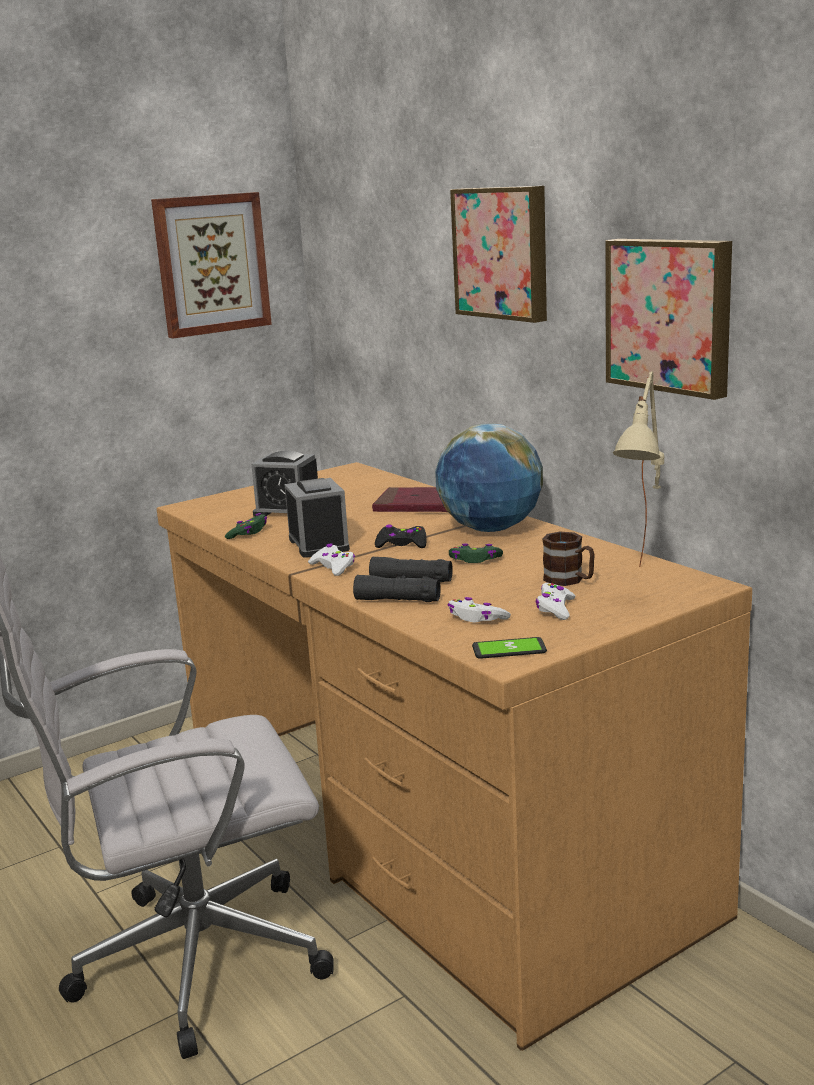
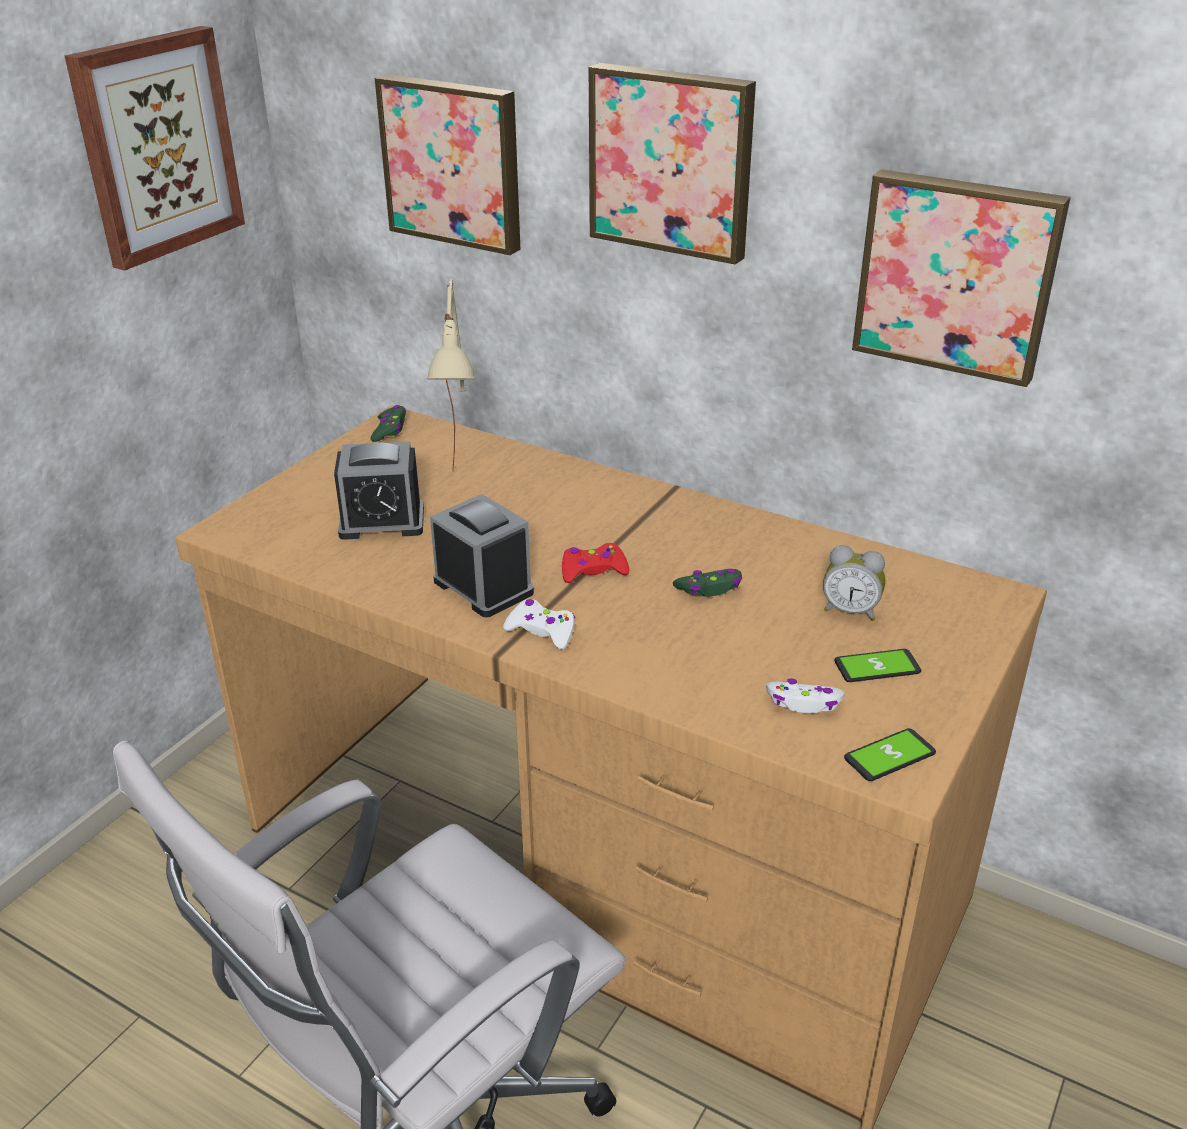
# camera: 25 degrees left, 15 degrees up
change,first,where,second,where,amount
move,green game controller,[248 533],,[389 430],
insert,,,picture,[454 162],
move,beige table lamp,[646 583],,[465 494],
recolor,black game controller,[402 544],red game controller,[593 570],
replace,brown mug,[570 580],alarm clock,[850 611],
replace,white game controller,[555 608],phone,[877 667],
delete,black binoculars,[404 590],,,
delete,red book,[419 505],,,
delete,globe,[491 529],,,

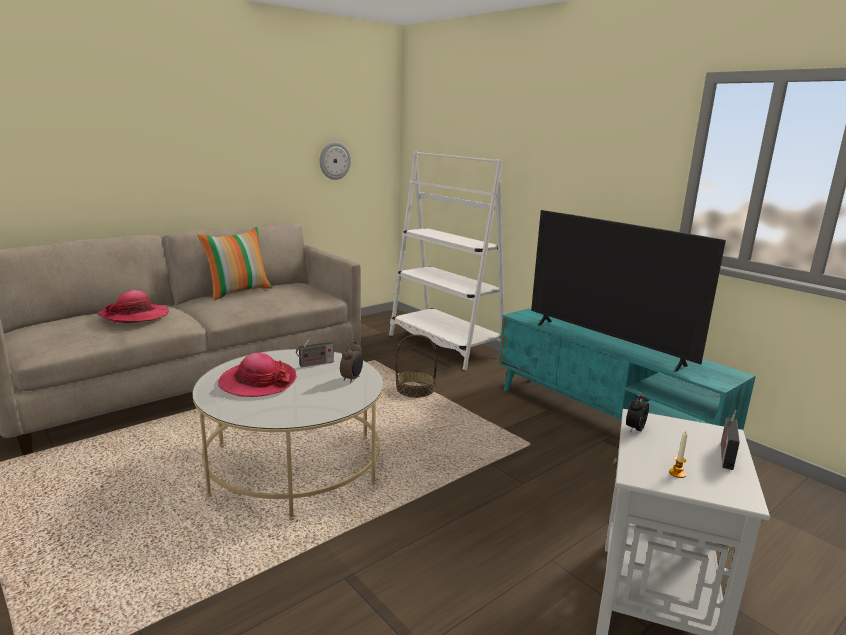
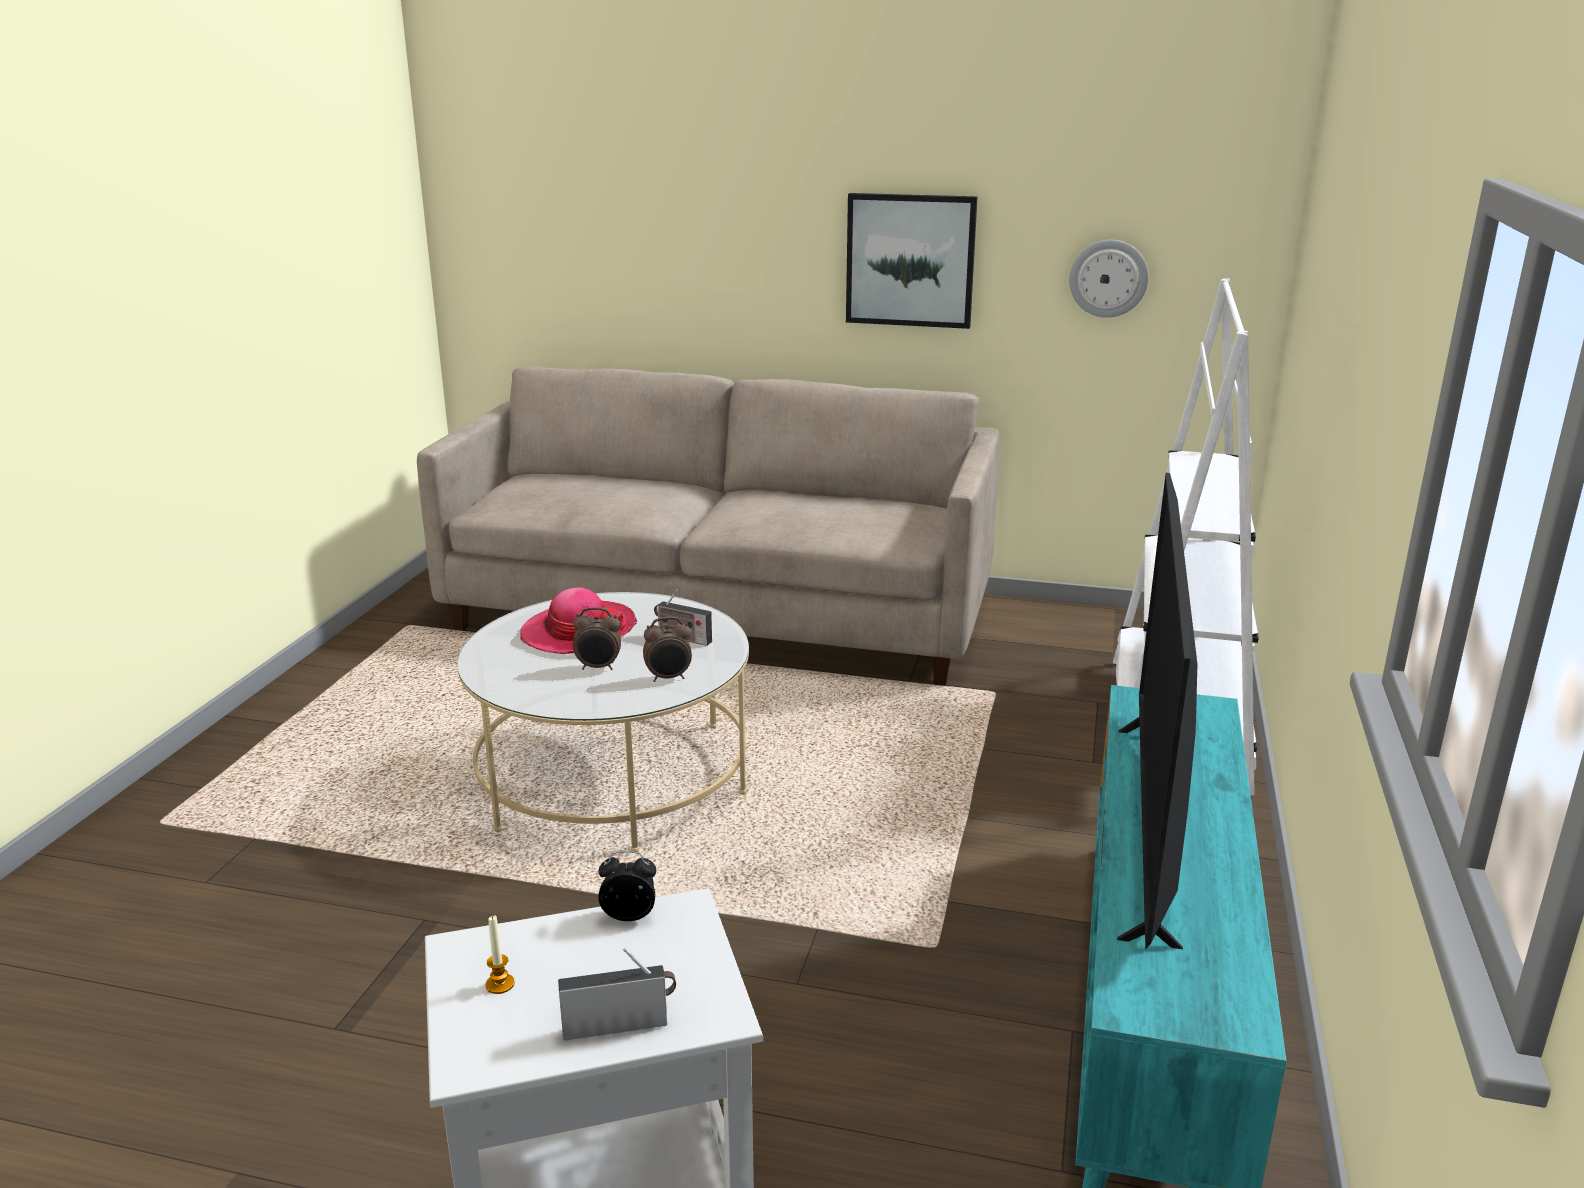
# camera: 55 degrees right, 5 degrees up
change,first,where,second,where,amount
insert,,,alarm clock,[598 667],
insert,,,picture,[910 260],
delete,hat,[135 315],,,
delete,pillow,[238 291],,,
delete,basket,[415 390],,,

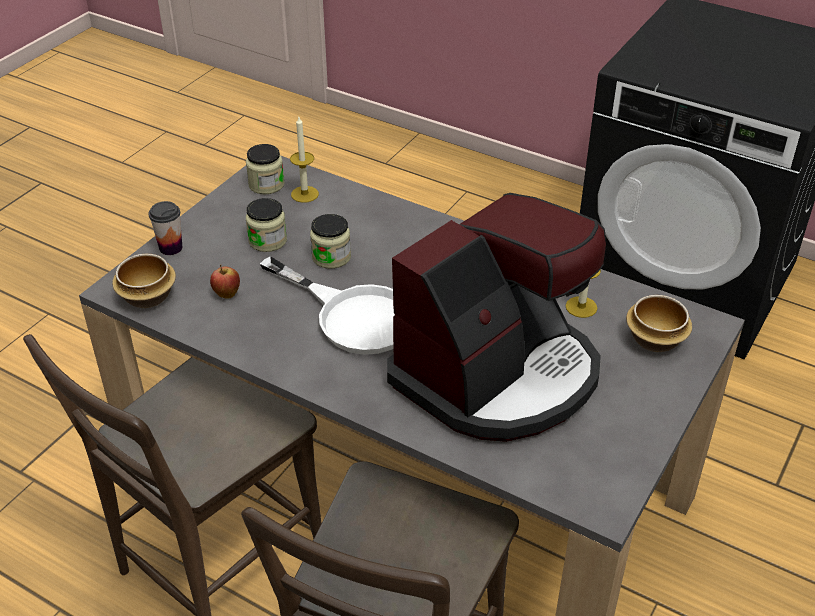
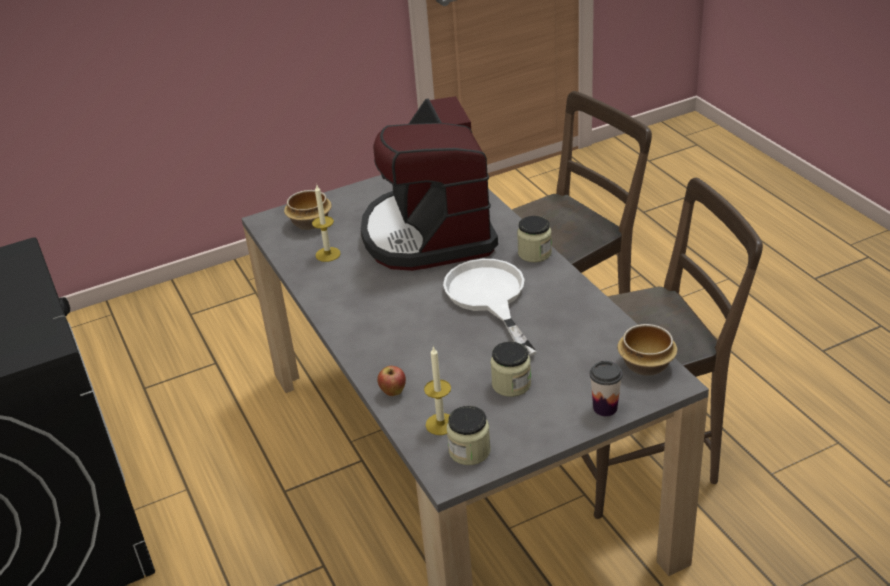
# camera: 145 degrees left, 5 degrees down
change,first,where,second,where,amount
rotate,coffee machine,[498 375],,[428 233],90 degrees counterclockwise
move,apple,[227 294],,[393 392],
move,jar,[331 257],,[534 253],

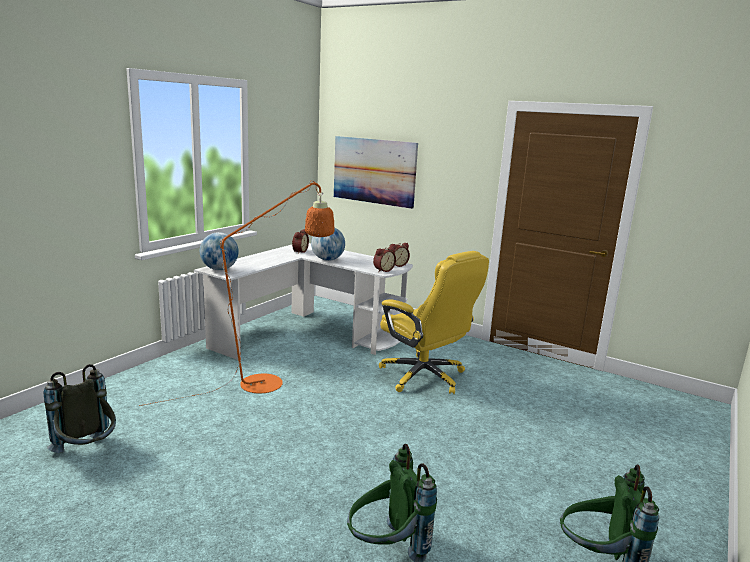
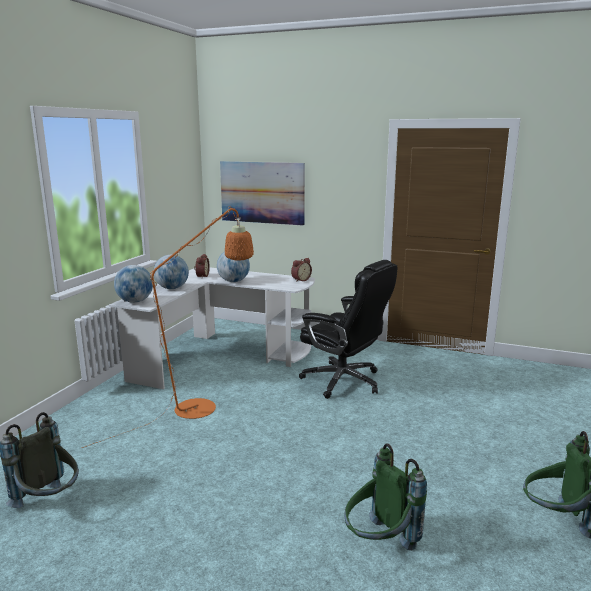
# camera: 10 degrees left, 0 degrees up
change,first,where,second,where,amount
insert,,,globe,[172 288],
recolor,yellow office chair,[424 377],black office chair,[344 381],
delete,alarm clock,[383 270],,,

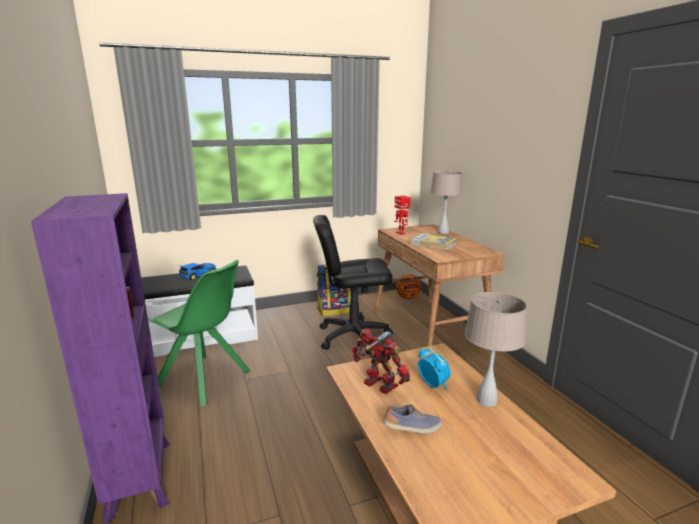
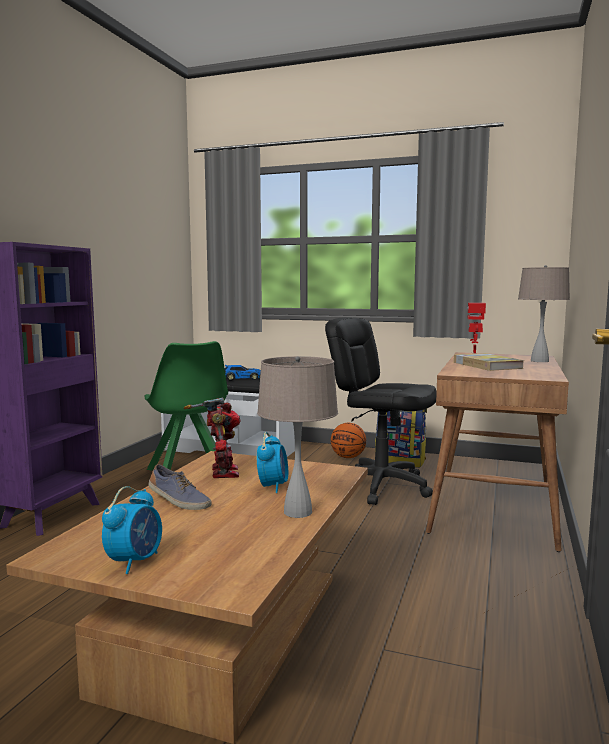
# camera: 40 degrees right, 10 degrees down
change,first,where,second,where,amount
insert,,,alarm clock,[135 561],
move,basketball,[408 298],,[348 457],

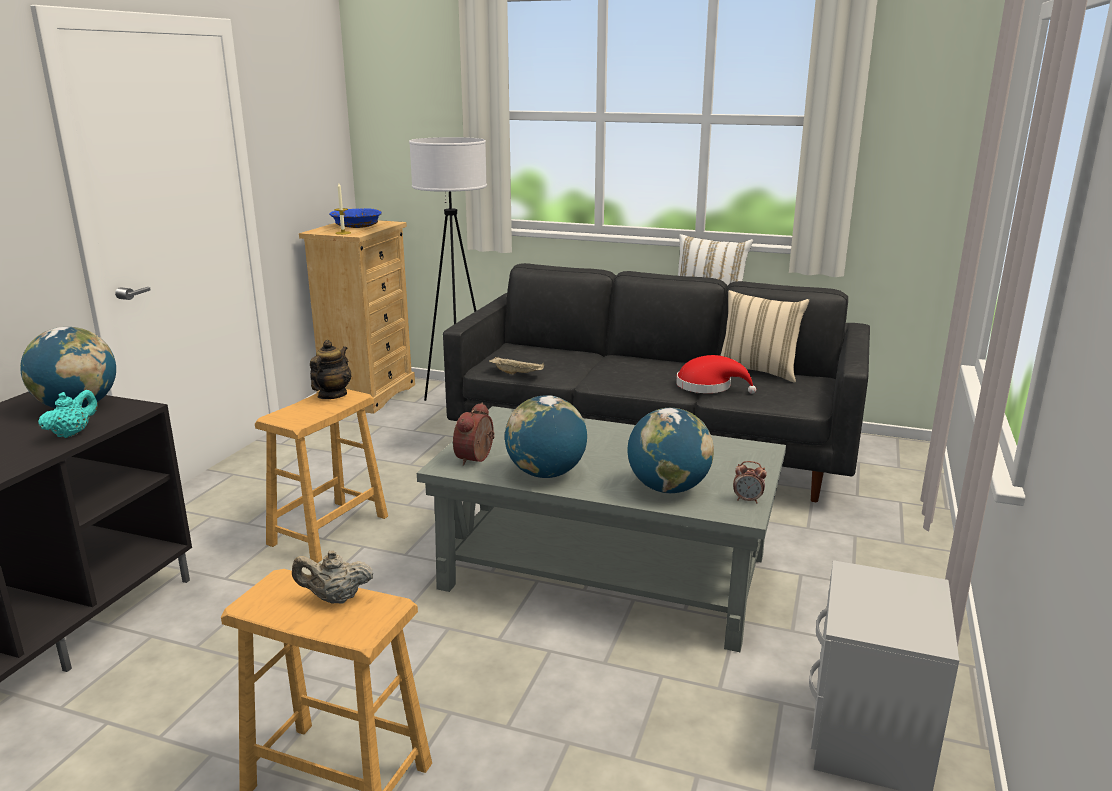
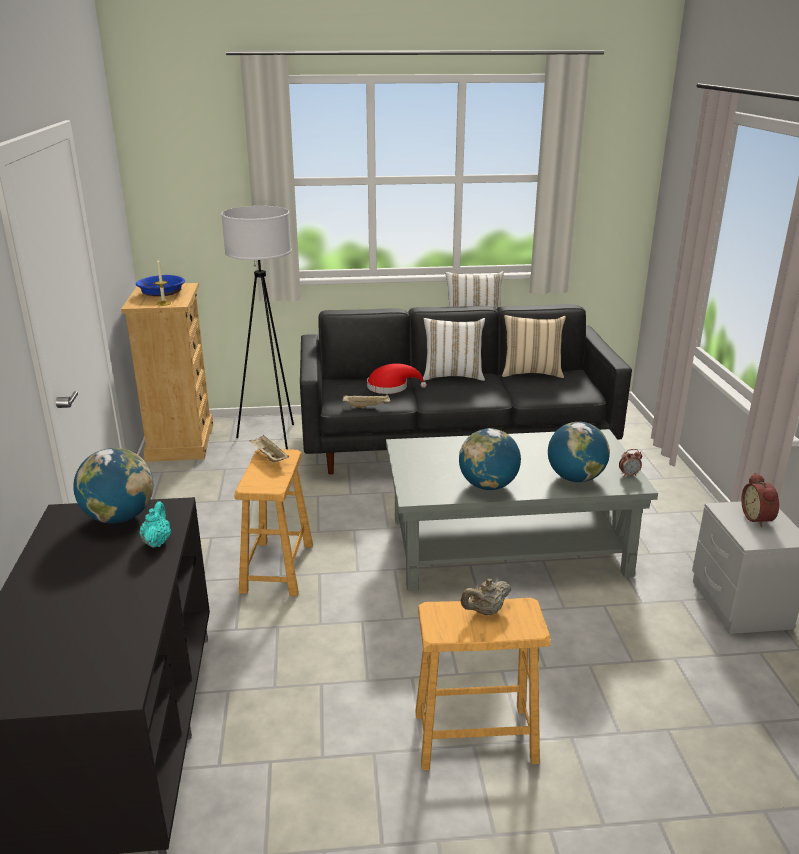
# camera: 25 degrees left, 5 degrees up
change,first,where,second,where,amount
replace,teapot,[332 395],beige tray,[269 457],
move,red hat,[708 386],,[391 387],
insert,,,white pillow,[453 376],
move,alarm clock,[477 458],,[758 518],

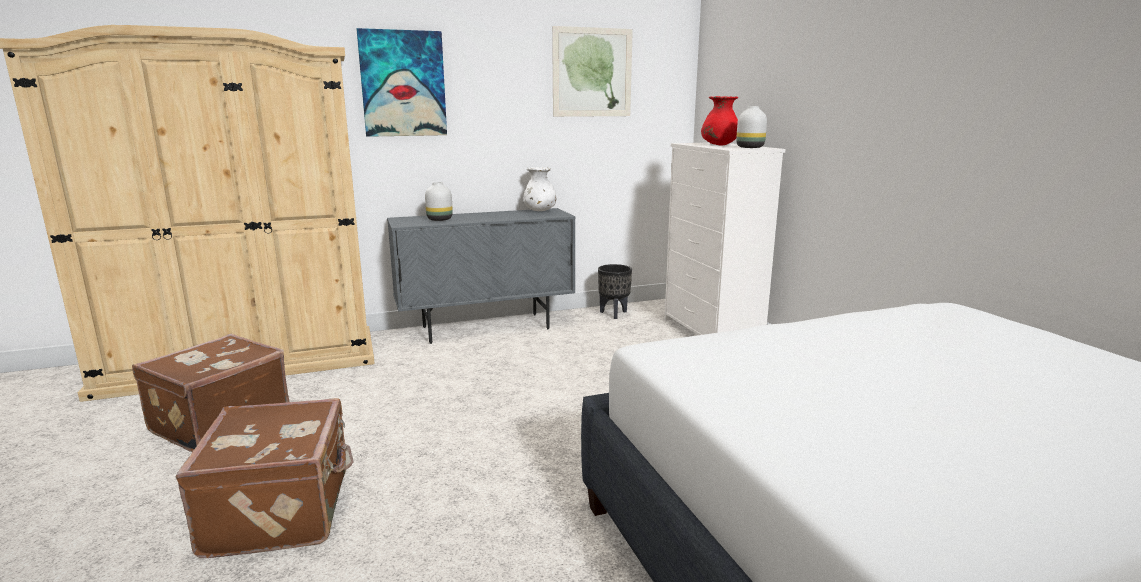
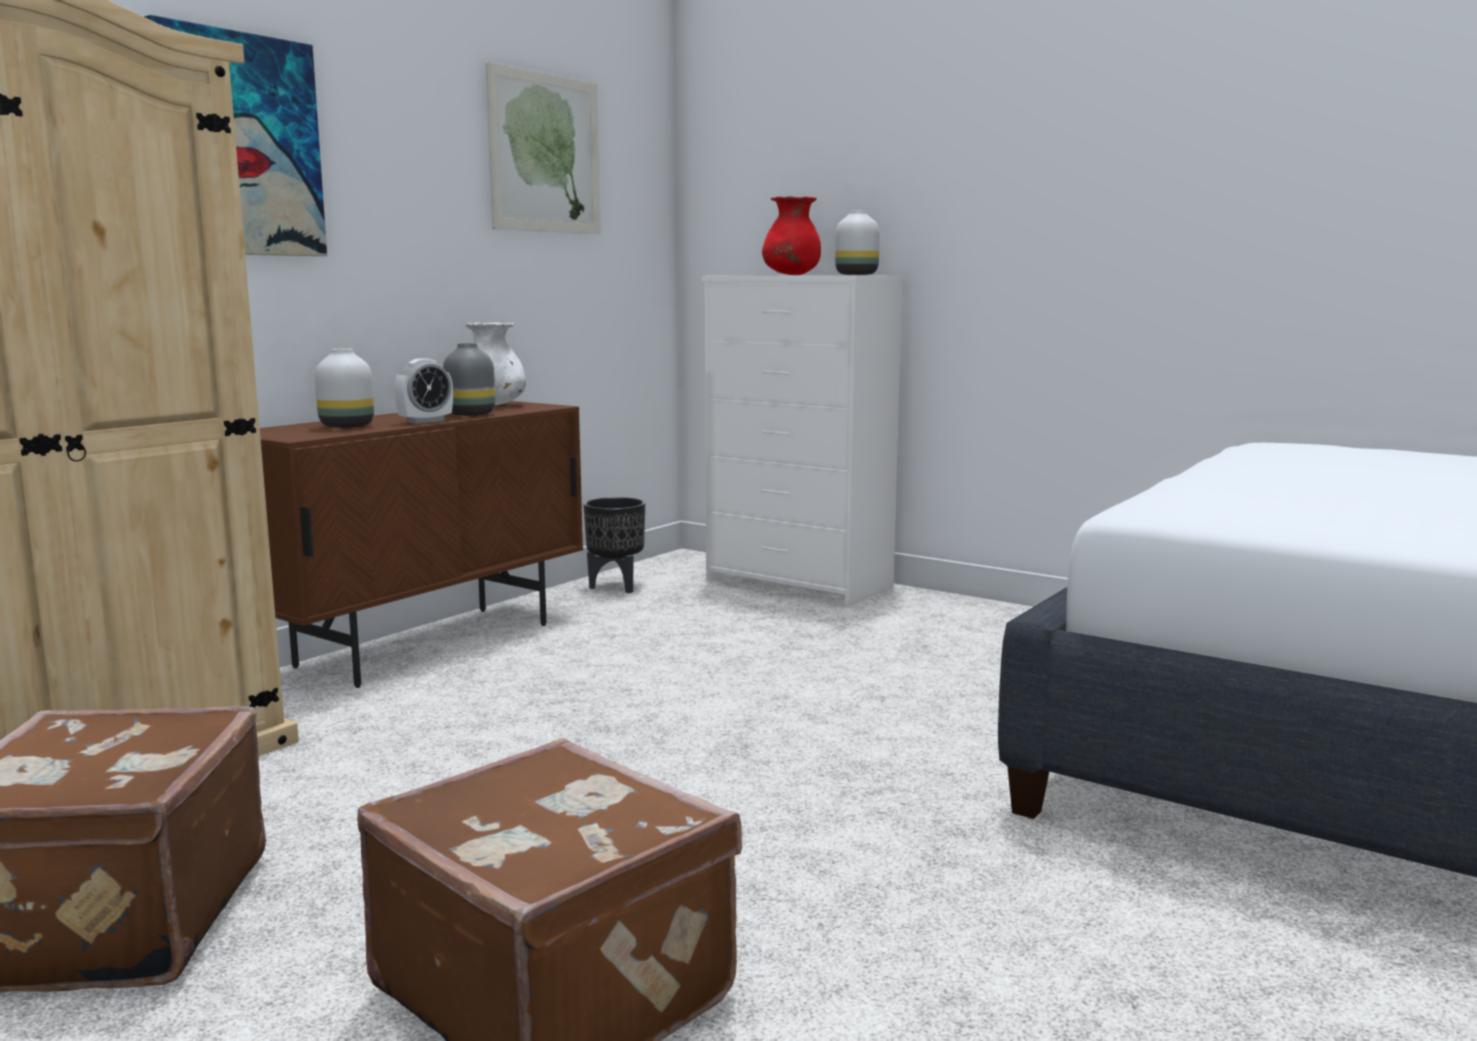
# camera: 35 degrees left, 5 degrees down
change,first,where,second,where,amount
recolor,grey cabinet,[486 328],brown cabinet,[427 645],
insert,,,alarm clock,[425 421],
insert,,,grey vase,[470 415],

